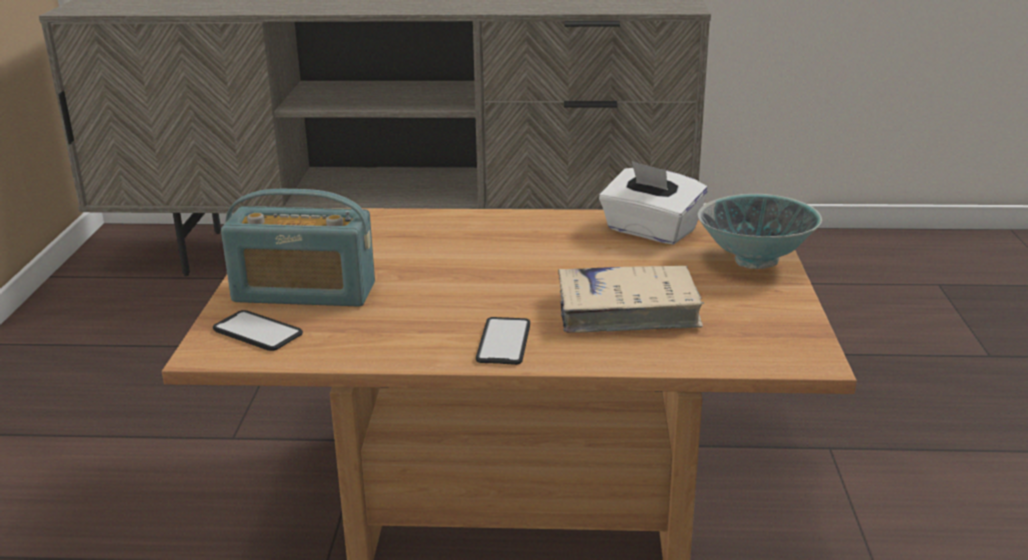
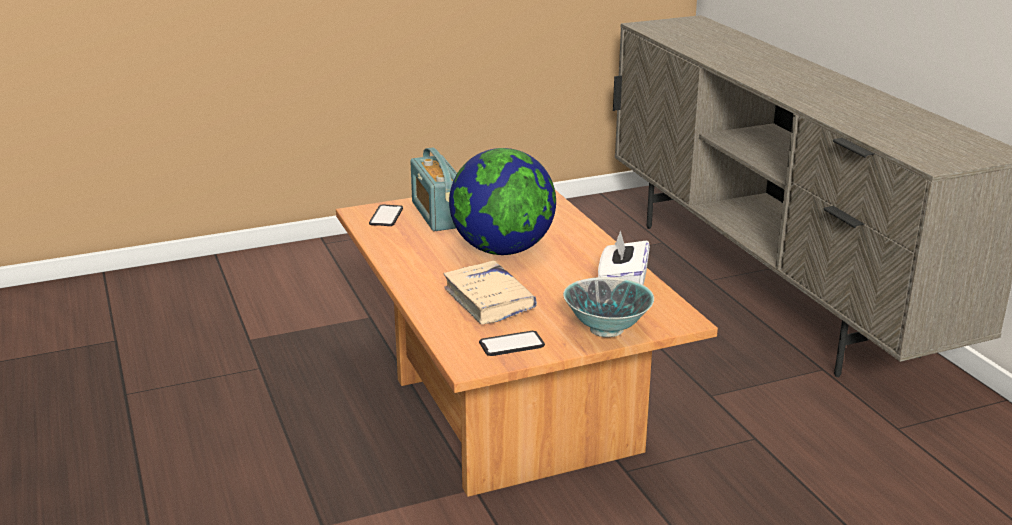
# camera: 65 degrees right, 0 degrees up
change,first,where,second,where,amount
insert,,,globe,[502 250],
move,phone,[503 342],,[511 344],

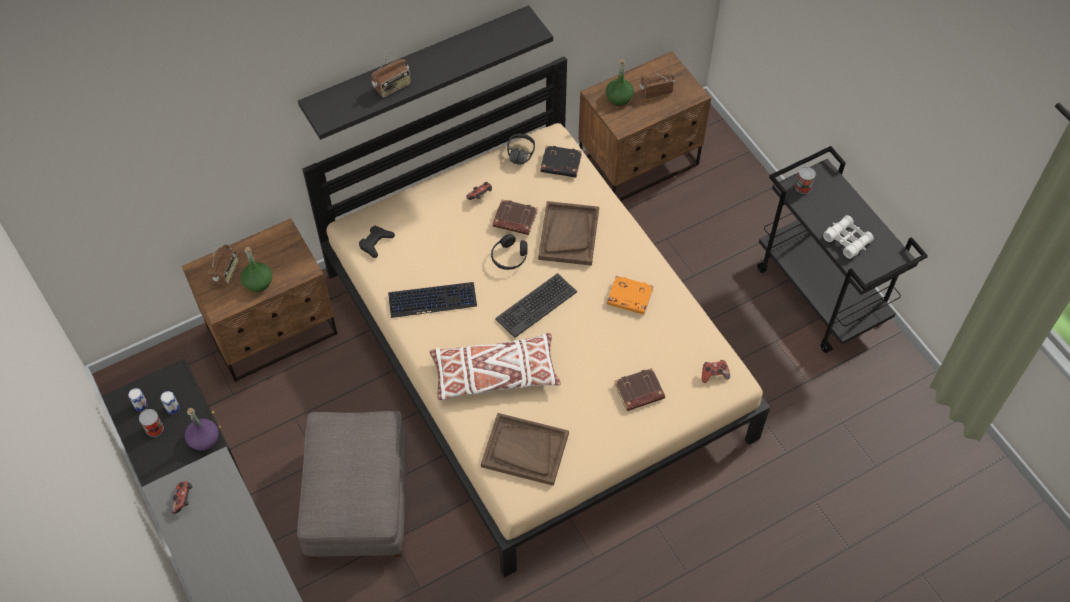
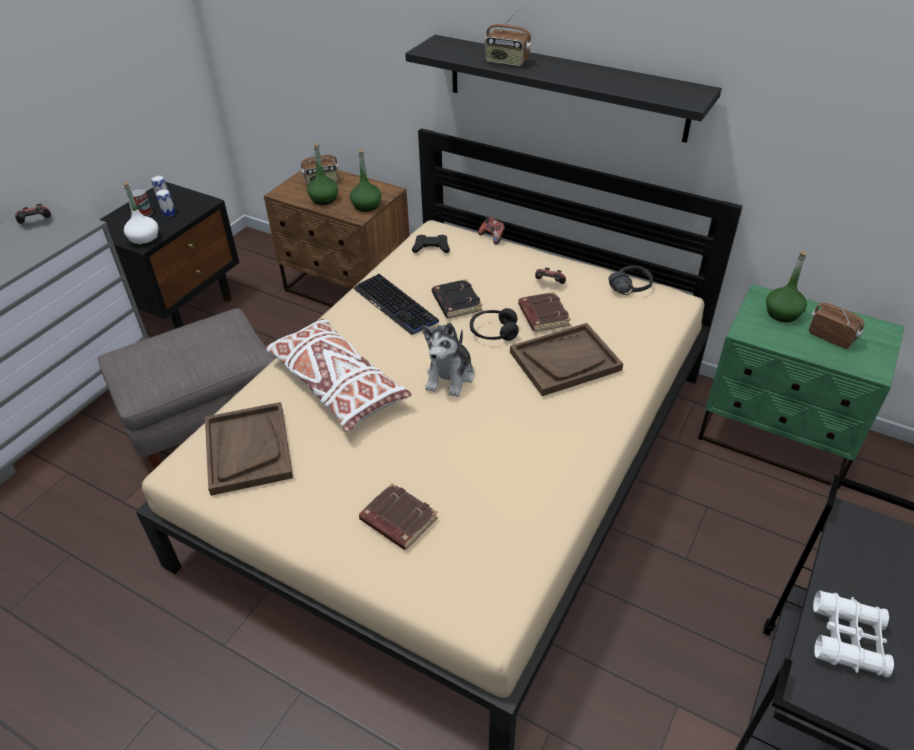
# camera: 60 degrees right, 15 degrees down
change,first,where,second,where,amount
recolor,purple bottle,[204 439],white bottle,[144 239],
insert,,,green bottle,[366 206],
replace,keyboard,[536 305],plush toy,[450 376],
move,black book,[560 164],,[455 302],
move,game controller,[714 375],,[492 237],
recolor,brown nightstand,[639 163],green nightstand,[776 437],
delete,orange book,[629 298],,,
delete,can,[803 187],,,

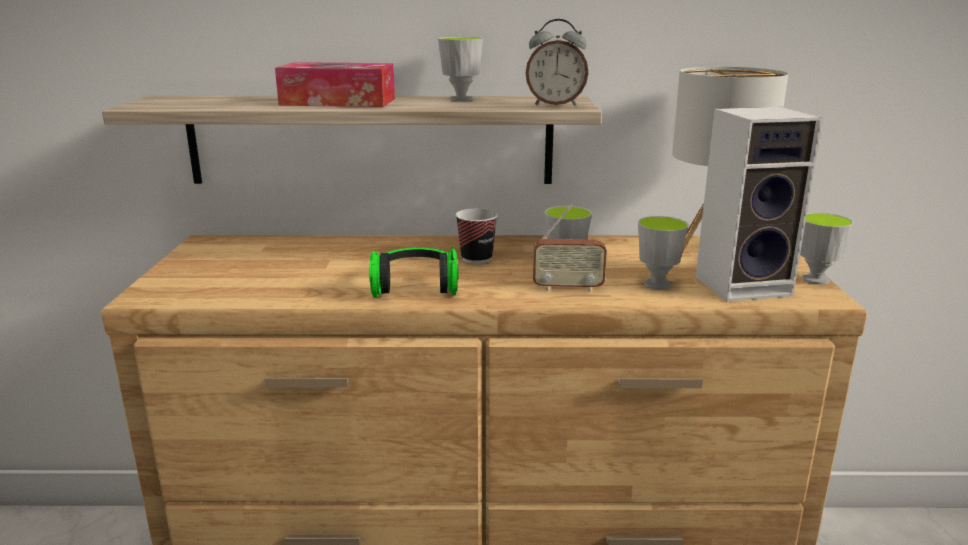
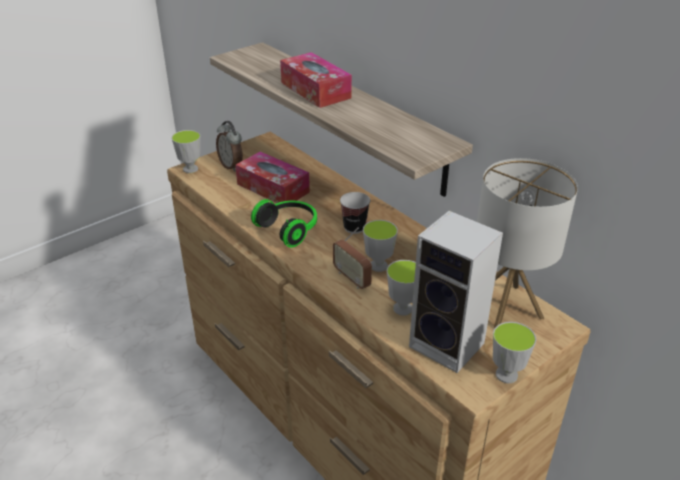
# camera: 50 degrees right, 15 degrees up
change,first,where,second,where,amount
move,cup,[461 98],,[190 169],
move,alarm clock,[555 104],,[232 166],
insert,,,tissue box,[273 188],

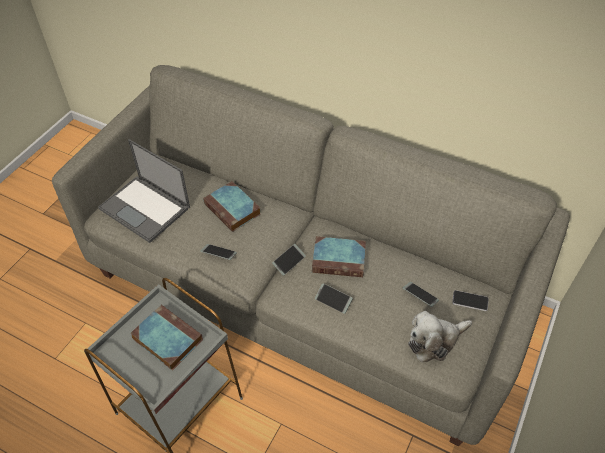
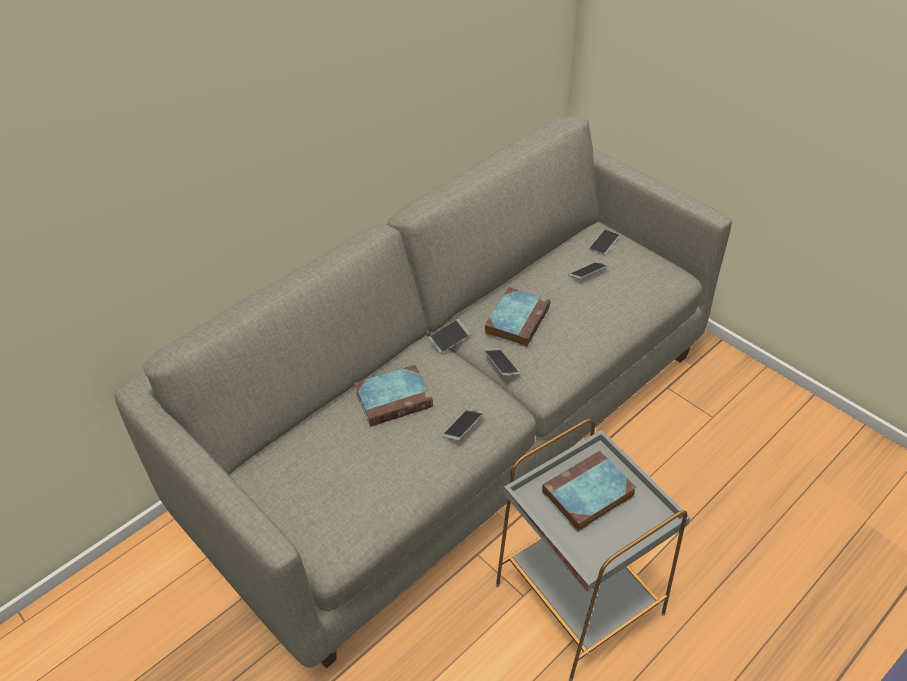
# camera: 70 degrees left, 5 degrees down
change,first,where,second,where,amount
move,phone,[333 300],,[449 339],
delete,laptop,[146 208],,,
delete,plush toy,[434 341],,,

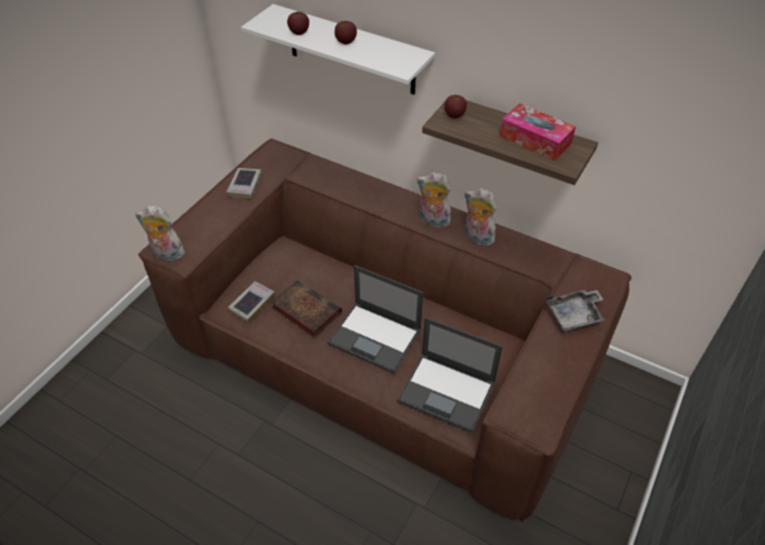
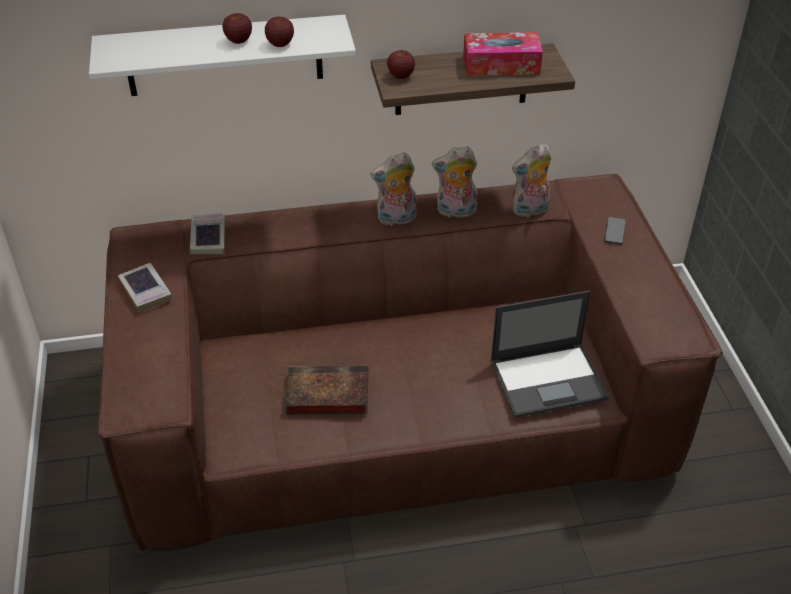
# camera: 40 degrees left, 5 degrees down
change,first,where,second,where,amount
move,book,[252 303],,[208 238],
move,apple,[299 33],,[280 44],
move,plush toy,[166 254],,[530 210],
replace,grey tray,[574 315],phone,[615 231],
delete,laptop,[376 337],,,

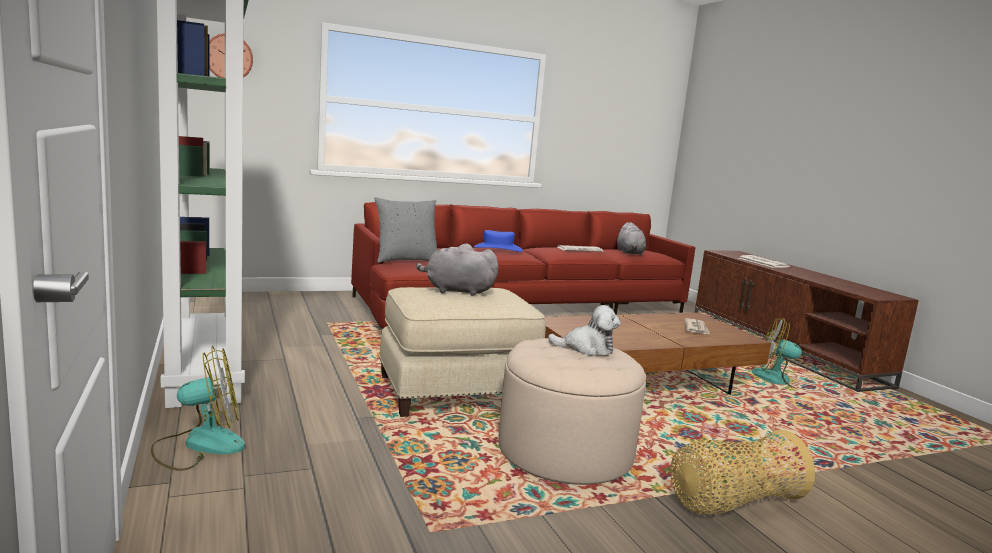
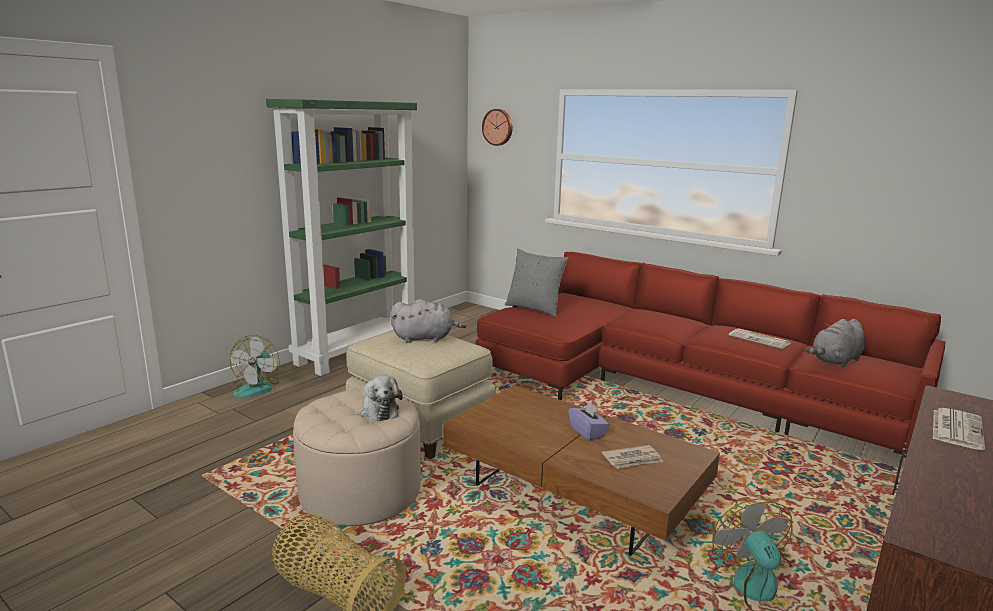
# camera: 60 degrees right, 5 degrees up
change,first,where,second,where,amount
rotate,fan,[199 445],,[257 387],60 degrees clockwise
rotate,grey plush toy,[456 291],,[425 338],105 degrees clockwise
insert,,,purple tissue box,[587 432],
delete,blue hat,[498 249],,,

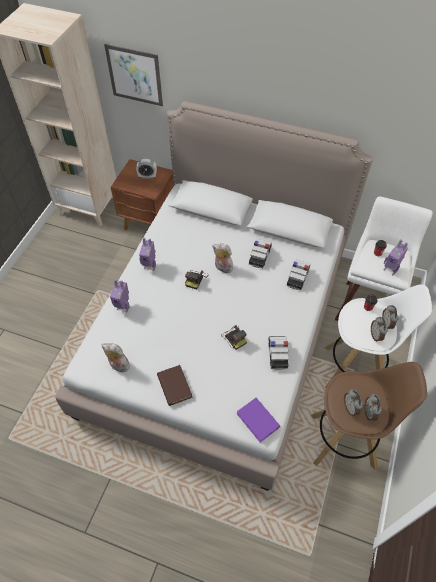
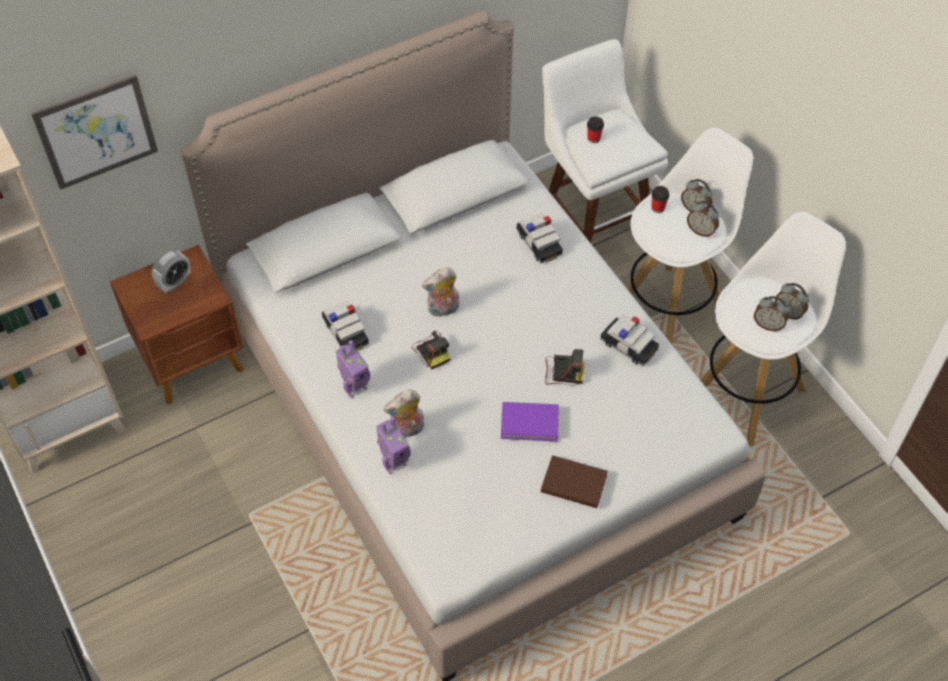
# camera: 50 degrees left, 0 degrees up
change,first,where,second,where,amount
move,toy car,[260 256],,[345 333],
move,plush toy,[118 366],,[407 430],
move,purple book,[258 420],,[529 423],
recolor,brown stool,[344 441],white stool,[747 393],
delete,toy robot,[390 270],,,

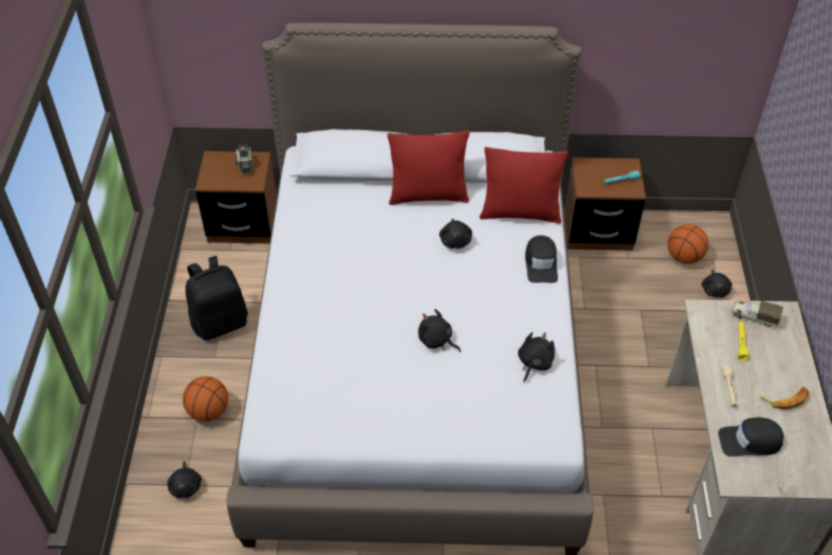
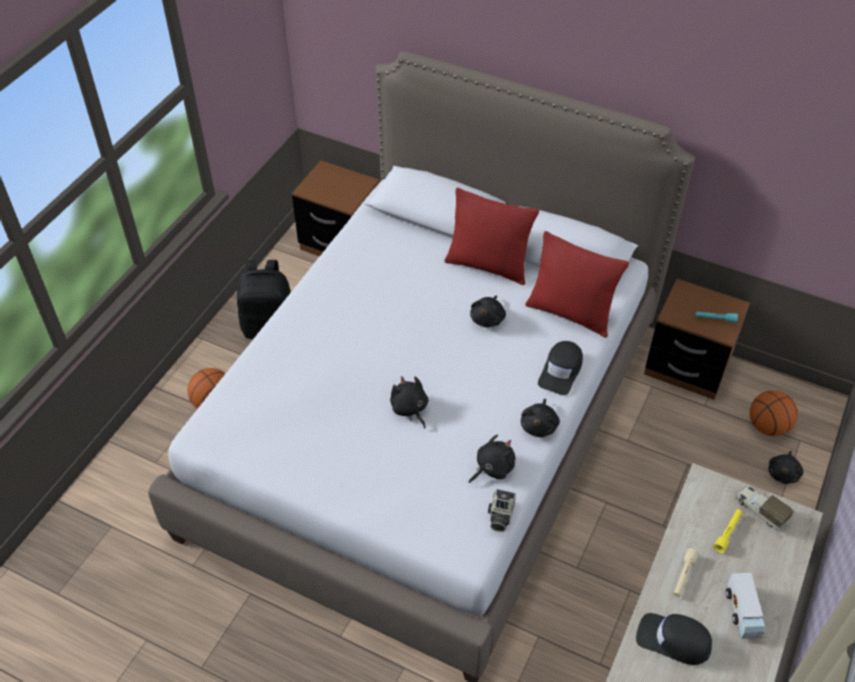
# camera: 25 degrees right, 0 degrees up
change,first,where,second,where,amount
move,photo camera,[245 166],,[500 515],
move,black plush toy,[186 486],,[539 425],
replace,banana,[785 399],toy truck,[742 612],

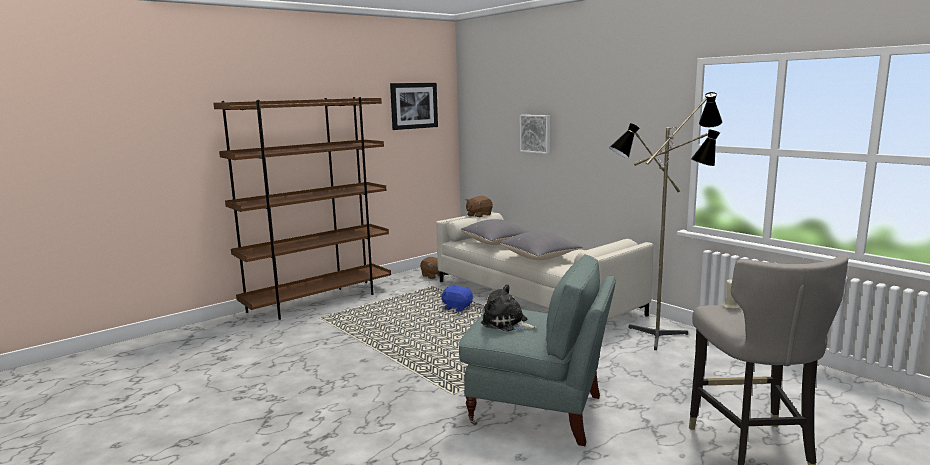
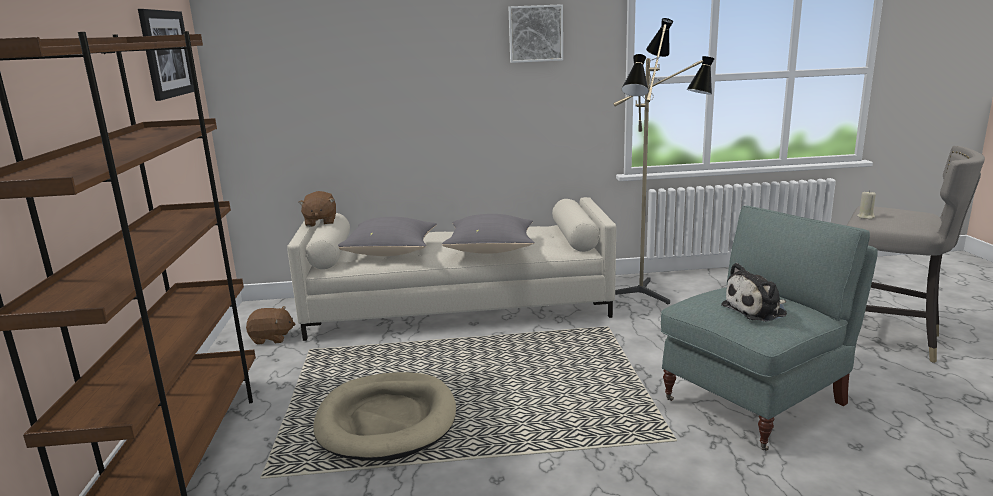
# camera: 55 degrees left, 5 degrees up
change,first,where,second,where,amount
insert,,,beige dog bed,[387 420],
move,picture,[536 133],,[535 33],
delete,blue plush toy,[457 308],,,

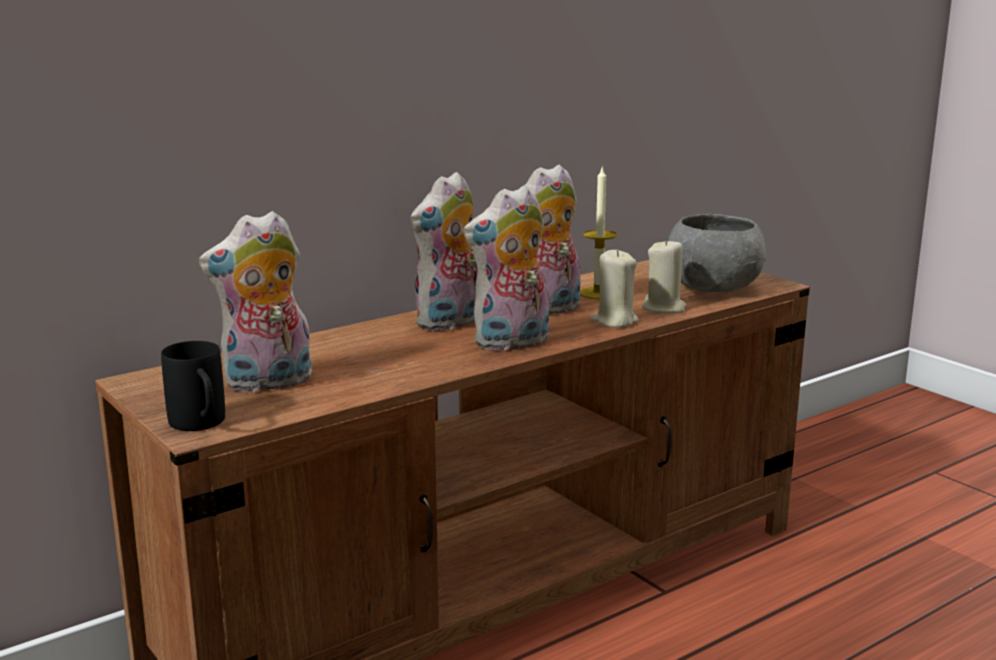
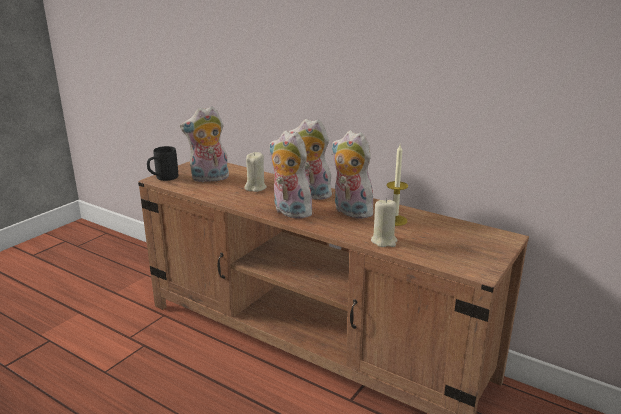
# camera: 70 degrees right, 5 degrees up
change,first,where,second,where,amount
rotate,plush toy,[267 383],,[209 179],60 degrees counterclockwise
move,beige candle,[614 321],,[255 188],
delete,grey bowl,[713 288],,,

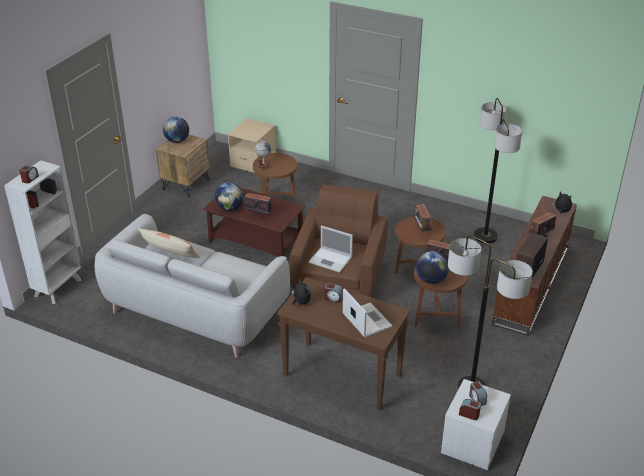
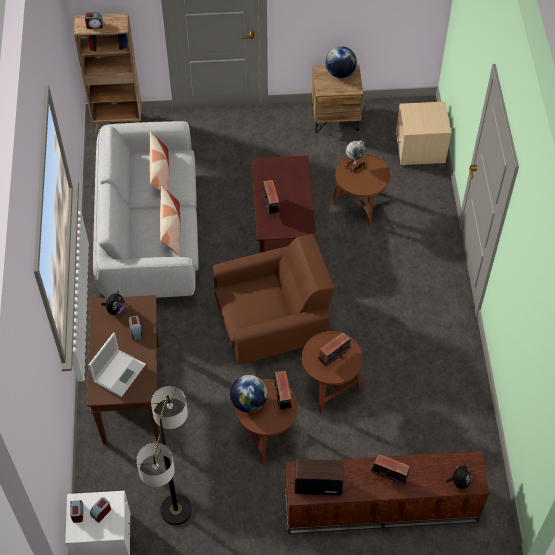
# camera: 60 degrees right, 20 degrees up
change,first,where,second,where,amount
recolor,white bookcase,[59 287],brown bookcase,[118 121],
insert,,,pillow,[171 229],
delete,globe,[229 208],,,
delete,laptop,[331 260],,,
delete,floor lamp,[485 236],,,

